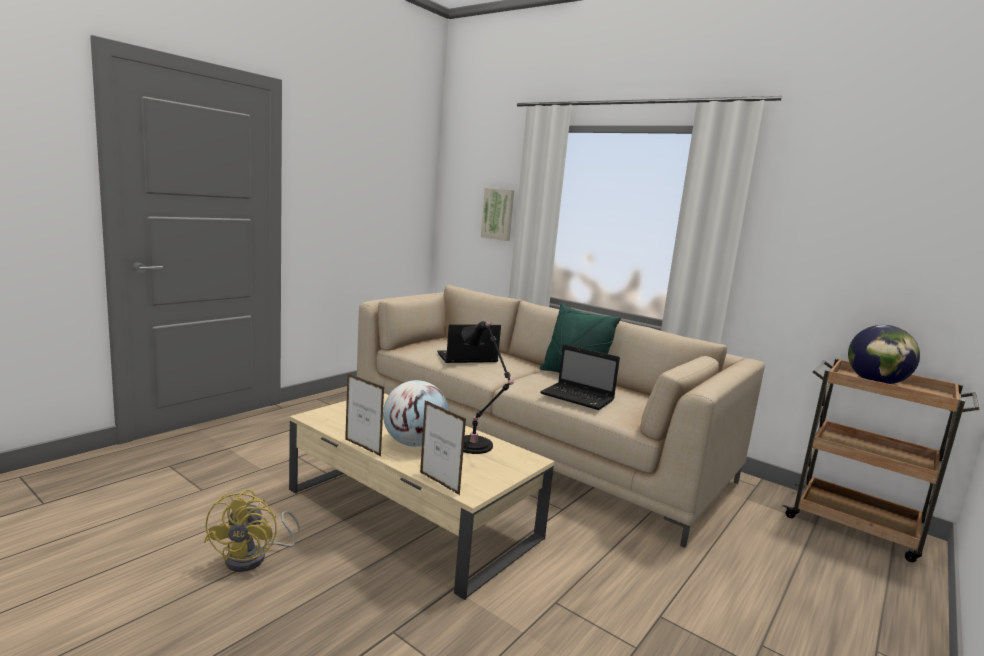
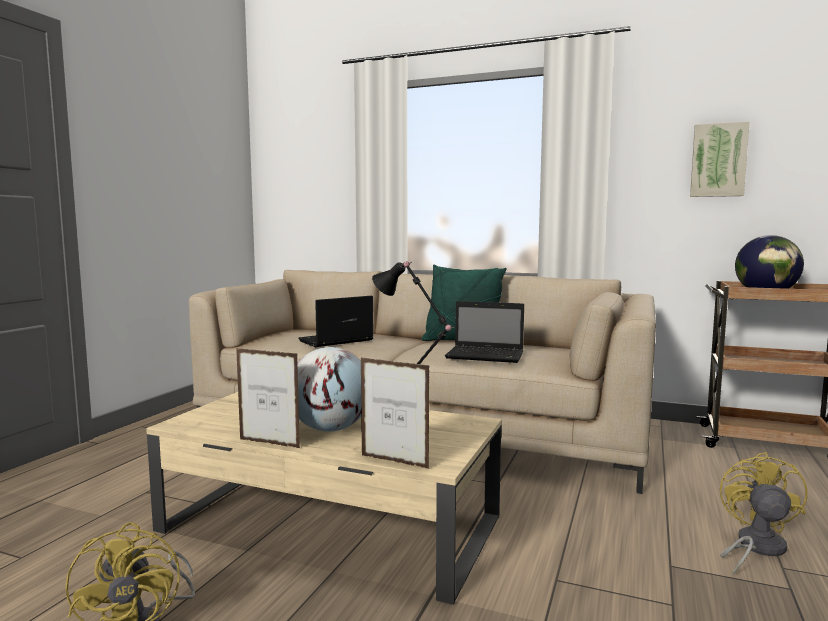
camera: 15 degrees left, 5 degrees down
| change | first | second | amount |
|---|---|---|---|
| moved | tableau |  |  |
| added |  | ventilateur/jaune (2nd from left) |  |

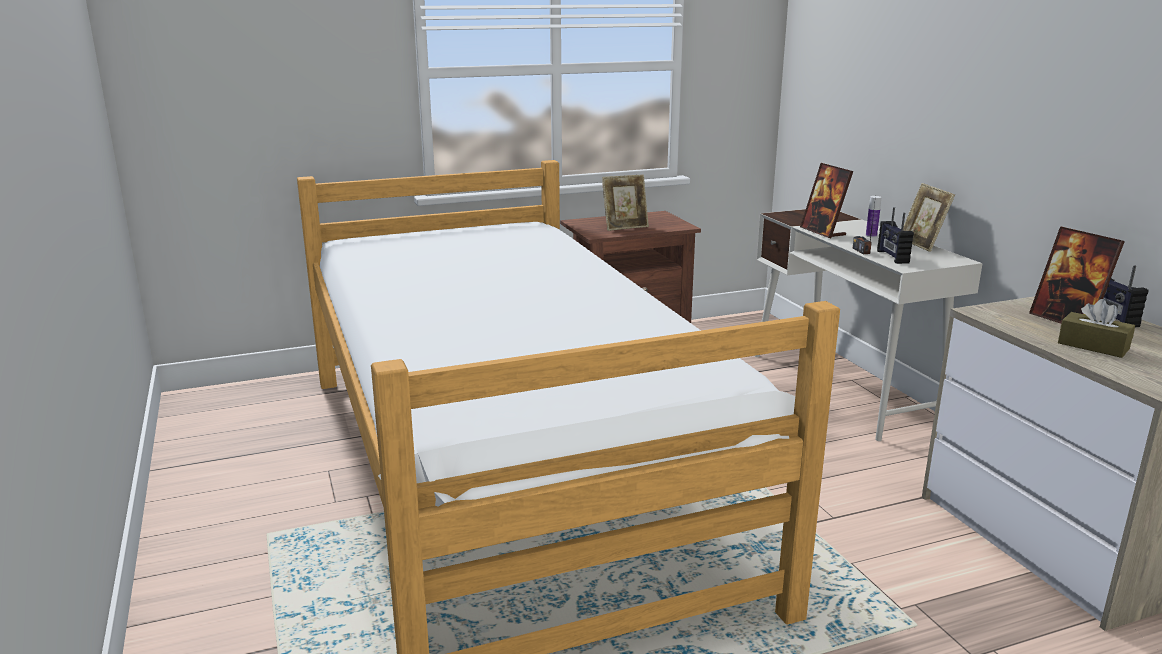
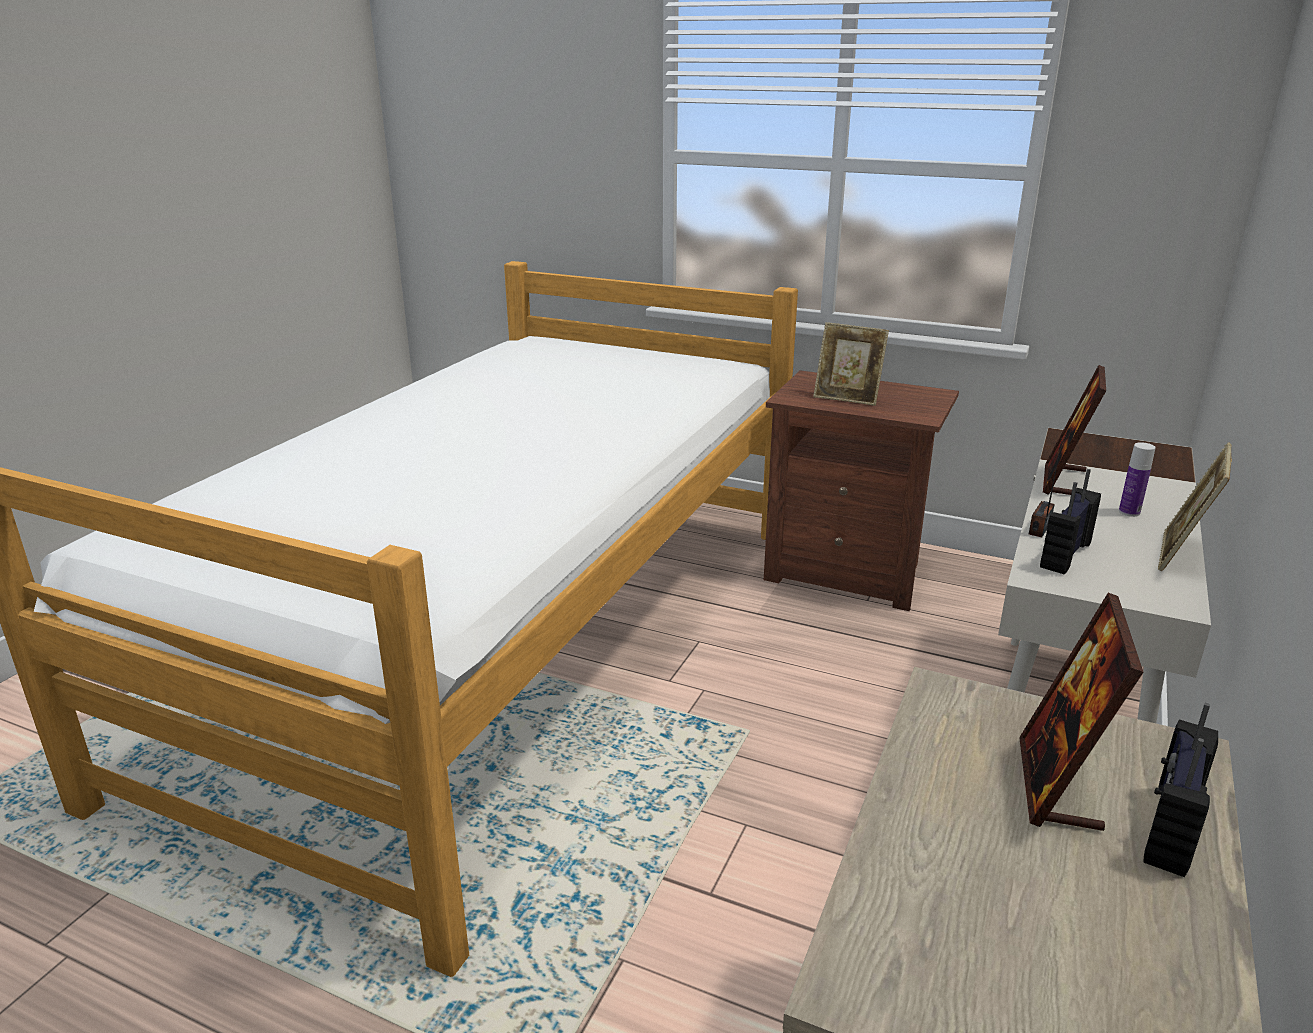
camera: 45 degrees right, 5 degrees up
| change | first | second | amount |
|---|---|---|---|
| removed | boîte à mouchoirs/marron |  |  |

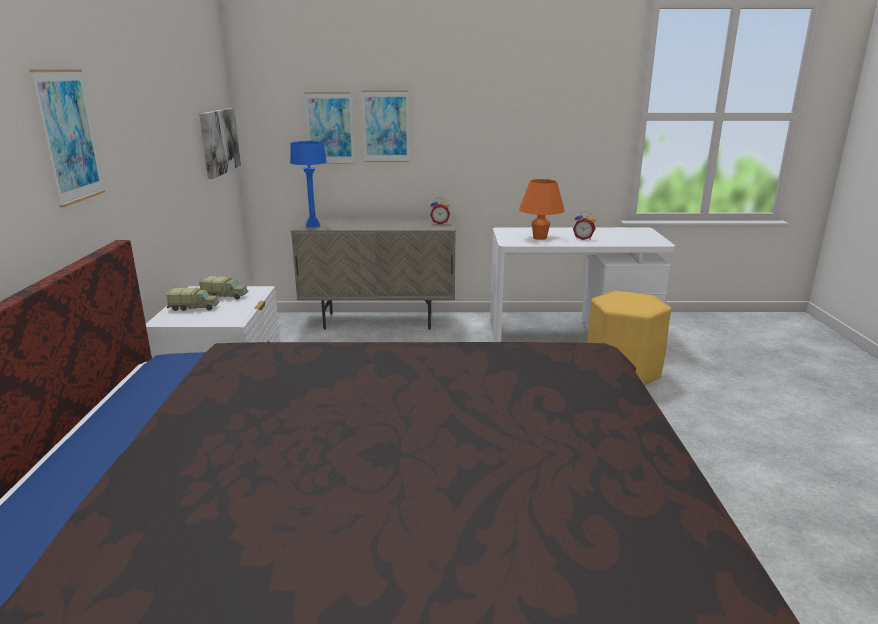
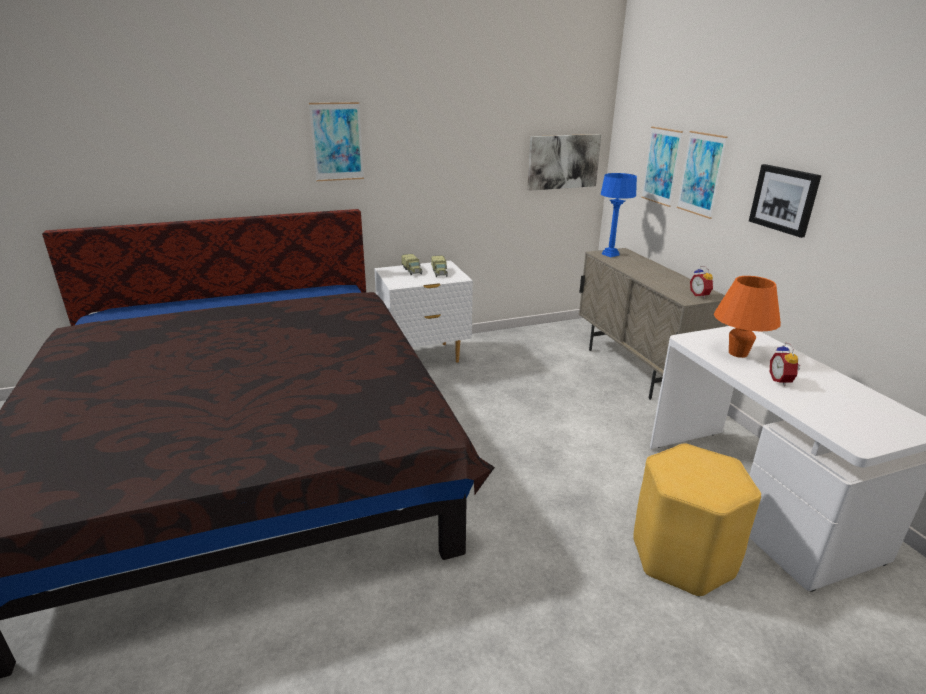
camera: 70 degrees right, 5 degrees up
| change | first | second | amount |
|---|---|---|---|
| added |  | tableau (5th from left) |  |

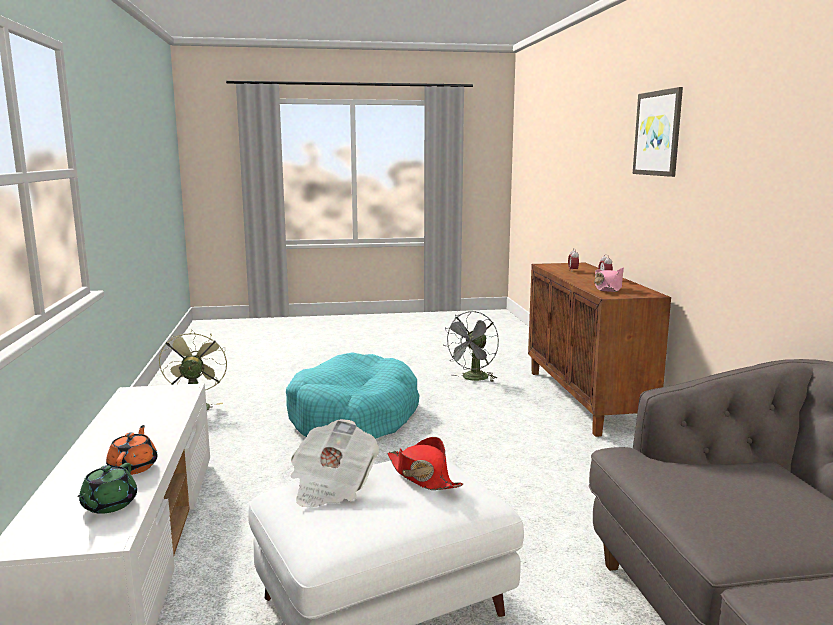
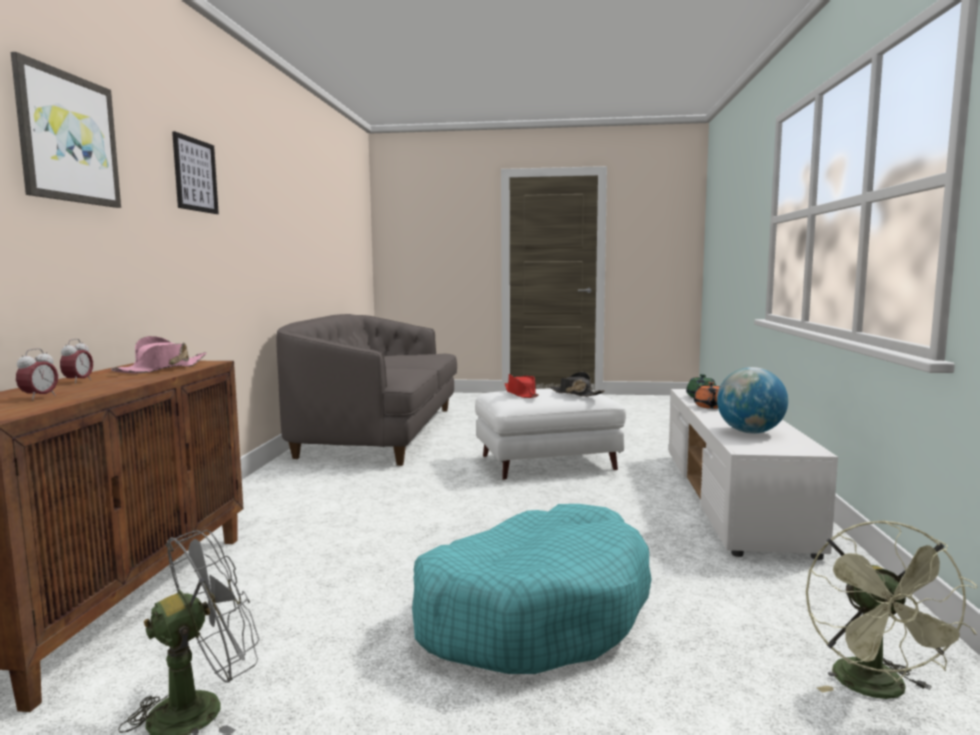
camera: 165 degrees left, 5 degrees down
| change | first | second | amount |
|---|---|---|---|
| replaced | journal | chapeau/noir |  |
| added |  | tableau (2nd from left) |  |
| added |  | globe |  |

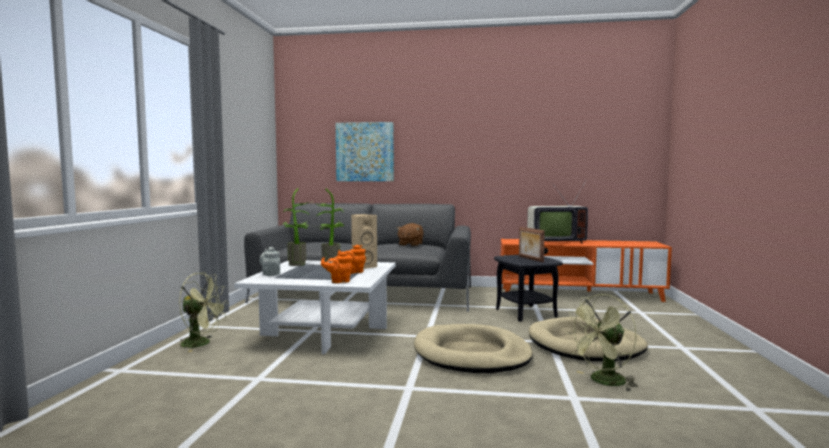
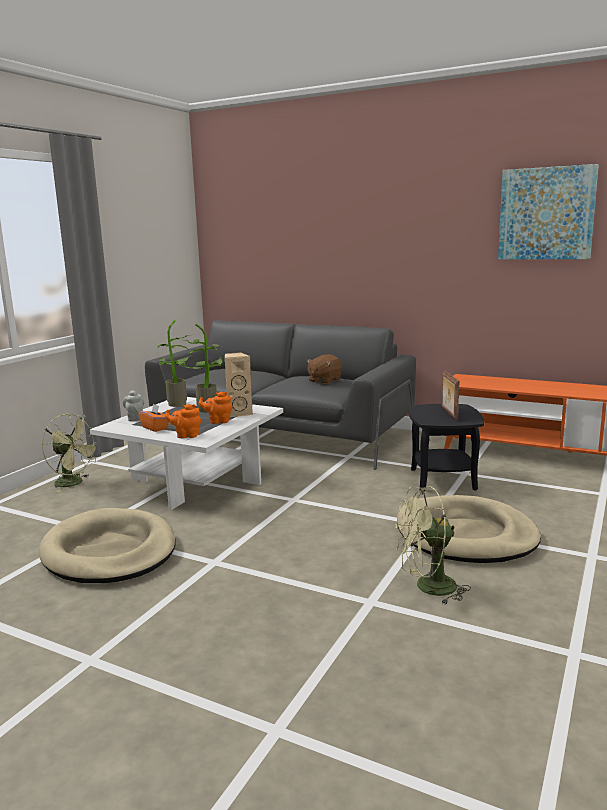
camera: 20 degrees right, 10 degrees up
| change | first | second | amount |
|---|---|---|---|
| moved | tableau |  |  |
| removed | téléviseur |  |  |
| moved | panier pour chien/beige (1st from left) |  |  |
| added |  | boîte à mouchoirs/orange |  |

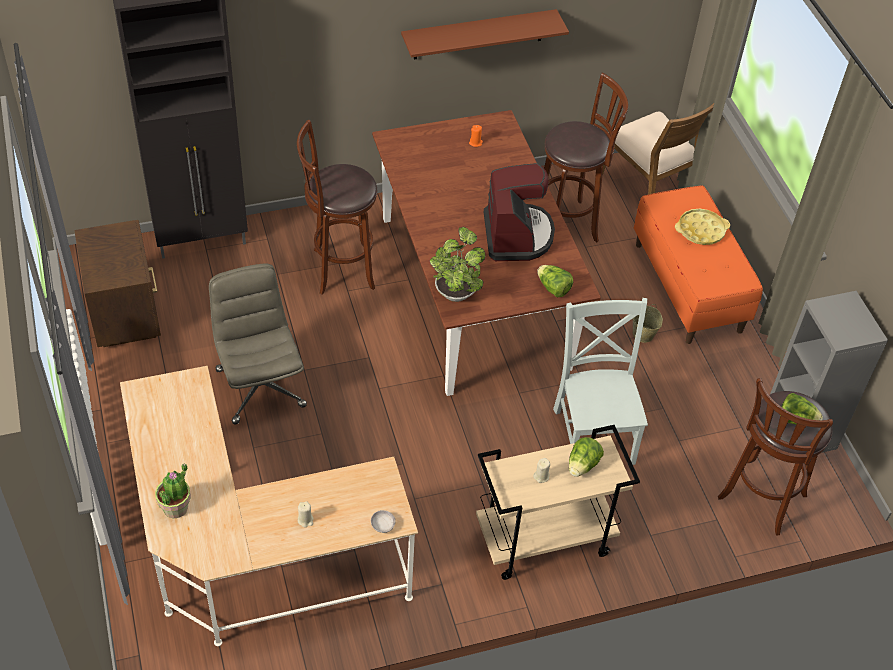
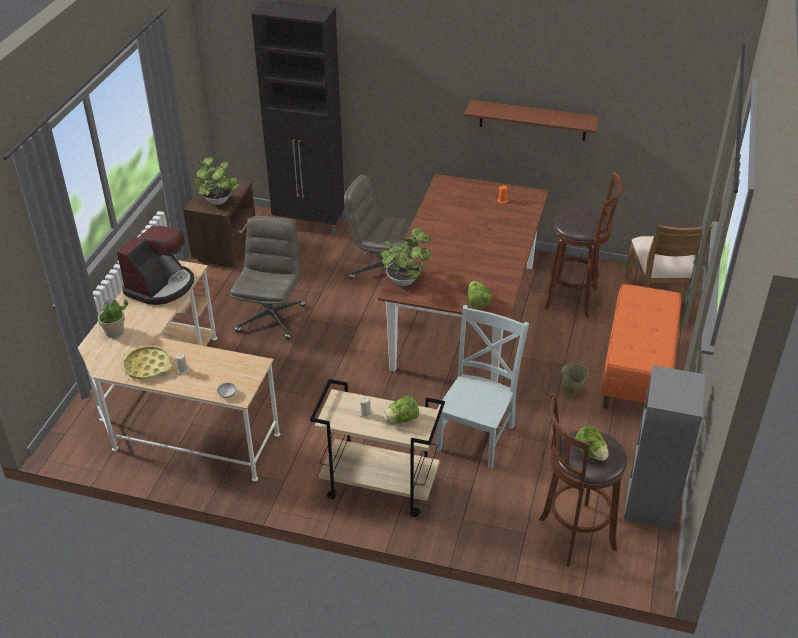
camera: 35 degrees right, 10 degrees down
| change | first | second | amount |
|---|---|---|---|
| replaced | tabouret/marron (1st from left) | chaise de bureau/gris (2nd from left) |  |
| moved | machine à café |  |  |
| moved | plateau/jaune |  |  |
| added |  | plante en pot (2nd from left) |  |

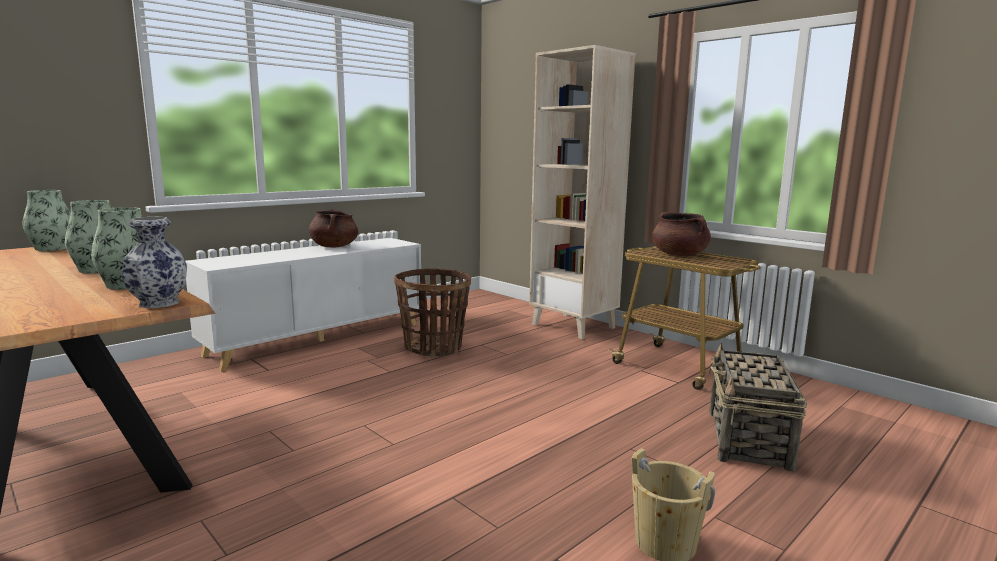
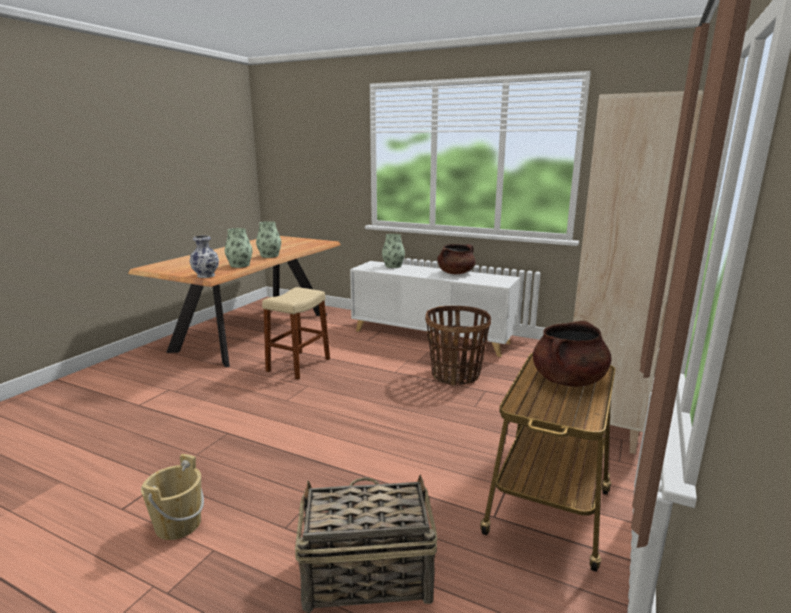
camera: 70 degrees right, 5 degrees up
| change | first | second | amount |
|---|---|---|---|
| moved | vase (1st from left in the first image) | vase (4th from left) |  |
| added |  | tabouret/beige |  |

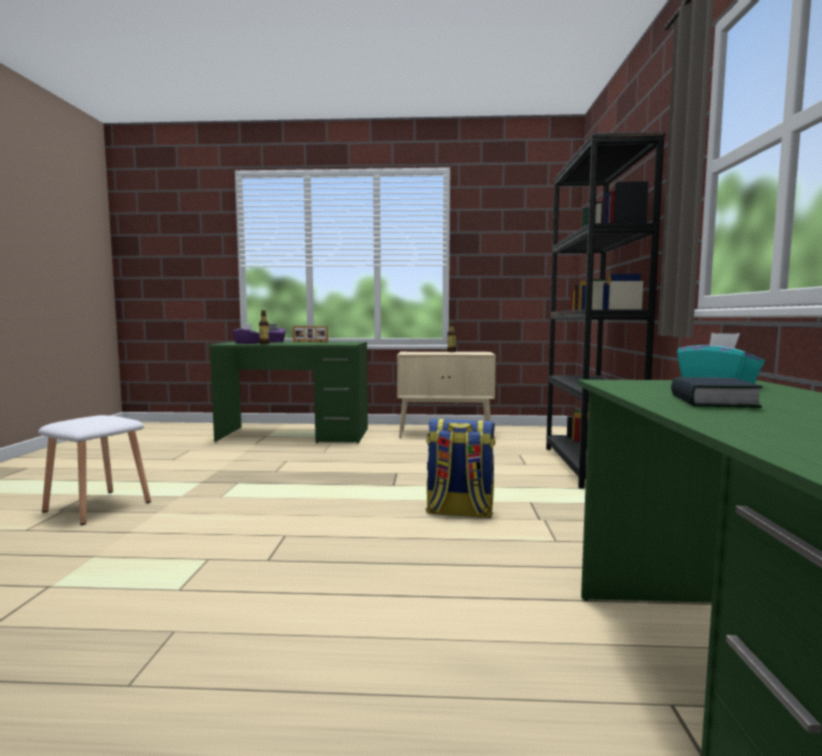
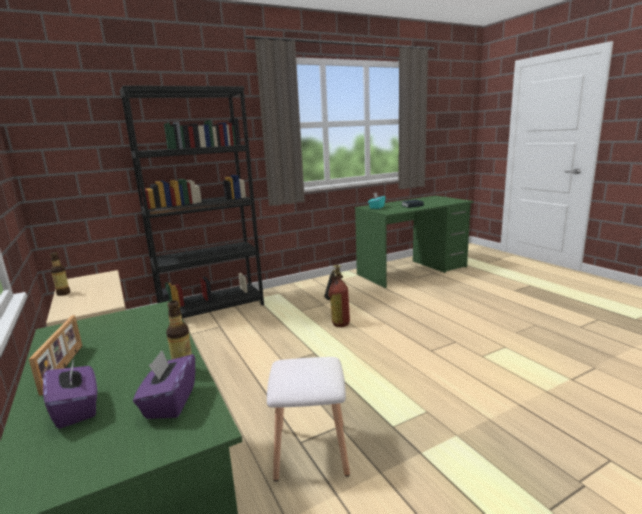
camera: 120 degrees left, 10 degrees up
| change | first | second | amount |
|---|---|---|---|
| moved | tabouret/blanc |  |  |
| replaced | sac à dos | extincteur |  |

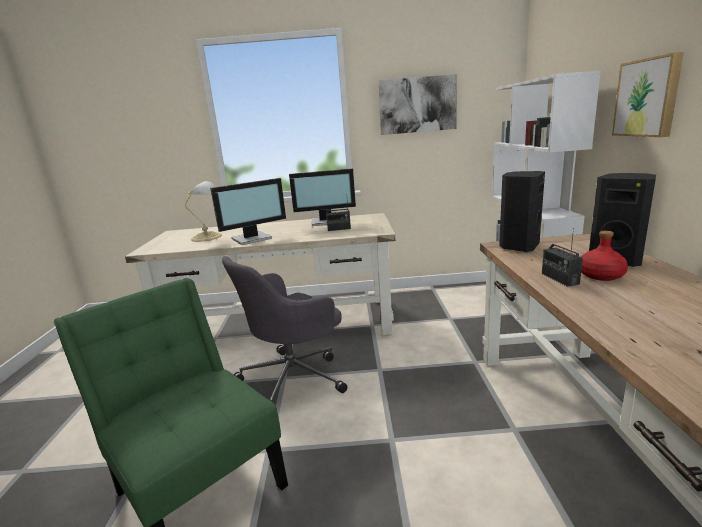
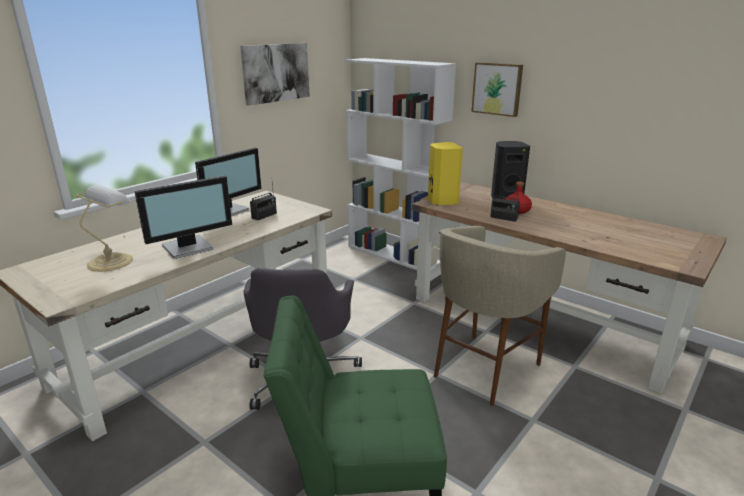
camera: 50 degrees left, 5 degrees up
| change | first | second | amount |
|---|---|---|---|
| recoloured | enceinte/noir (1st from left) | enceinte/jaune |  |
| turned | écran d'ordinateur (1st from left) |  | 45 degrees clockwise |
| added |  | tabouret/beige |  |

